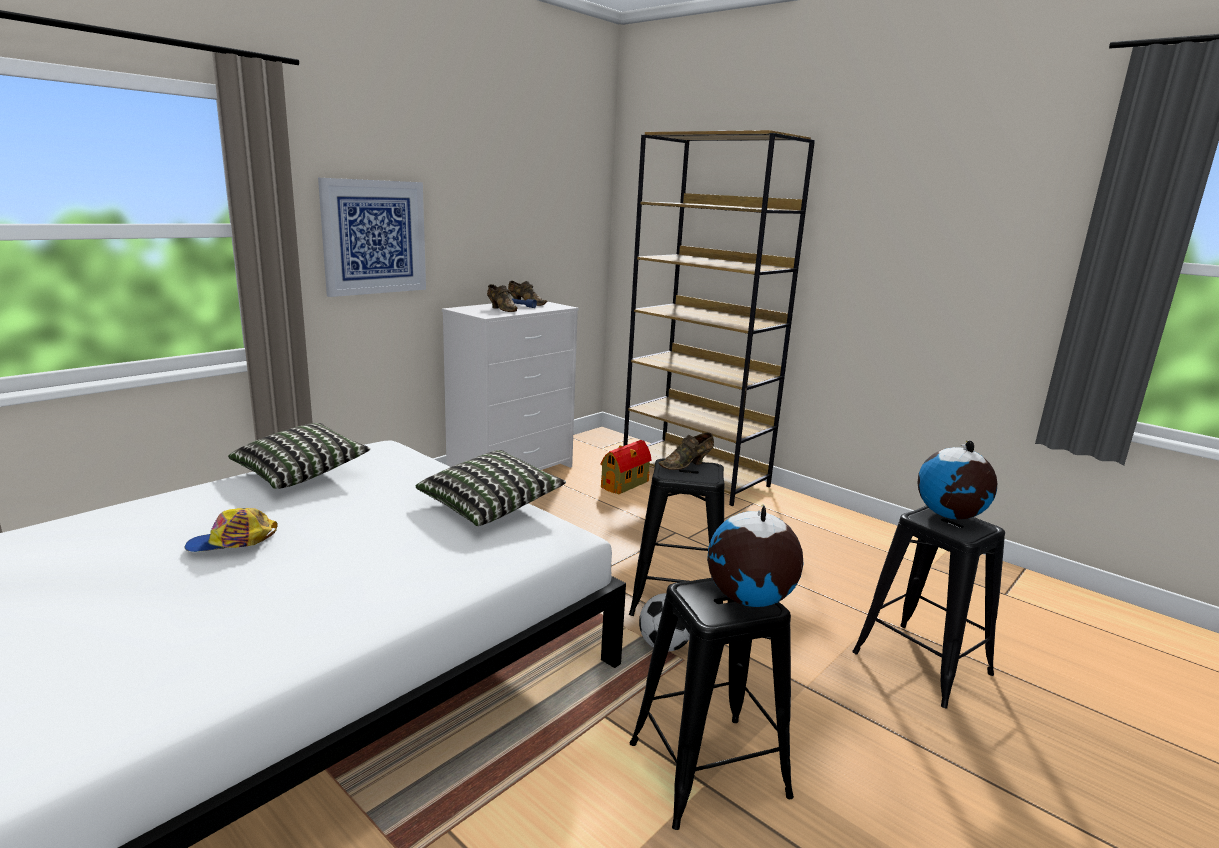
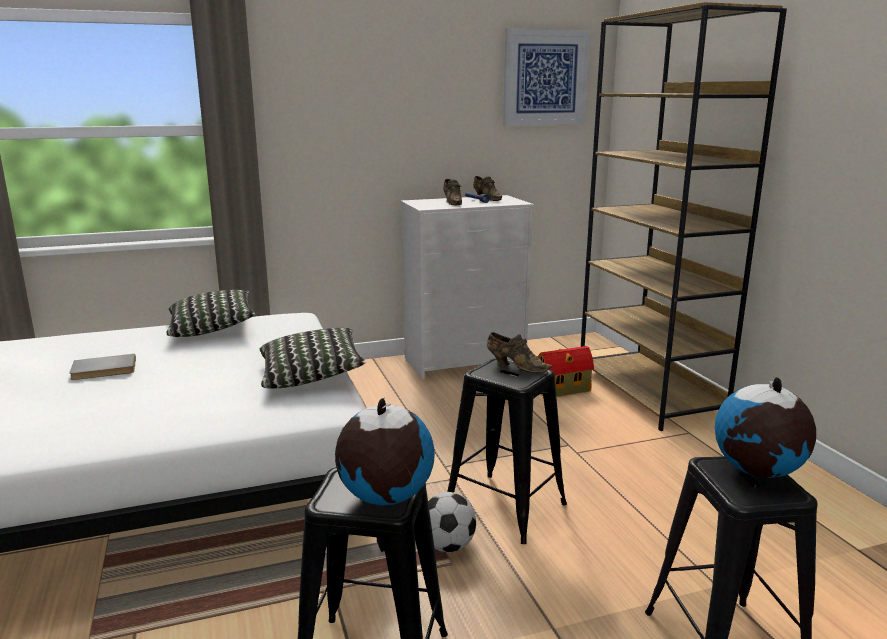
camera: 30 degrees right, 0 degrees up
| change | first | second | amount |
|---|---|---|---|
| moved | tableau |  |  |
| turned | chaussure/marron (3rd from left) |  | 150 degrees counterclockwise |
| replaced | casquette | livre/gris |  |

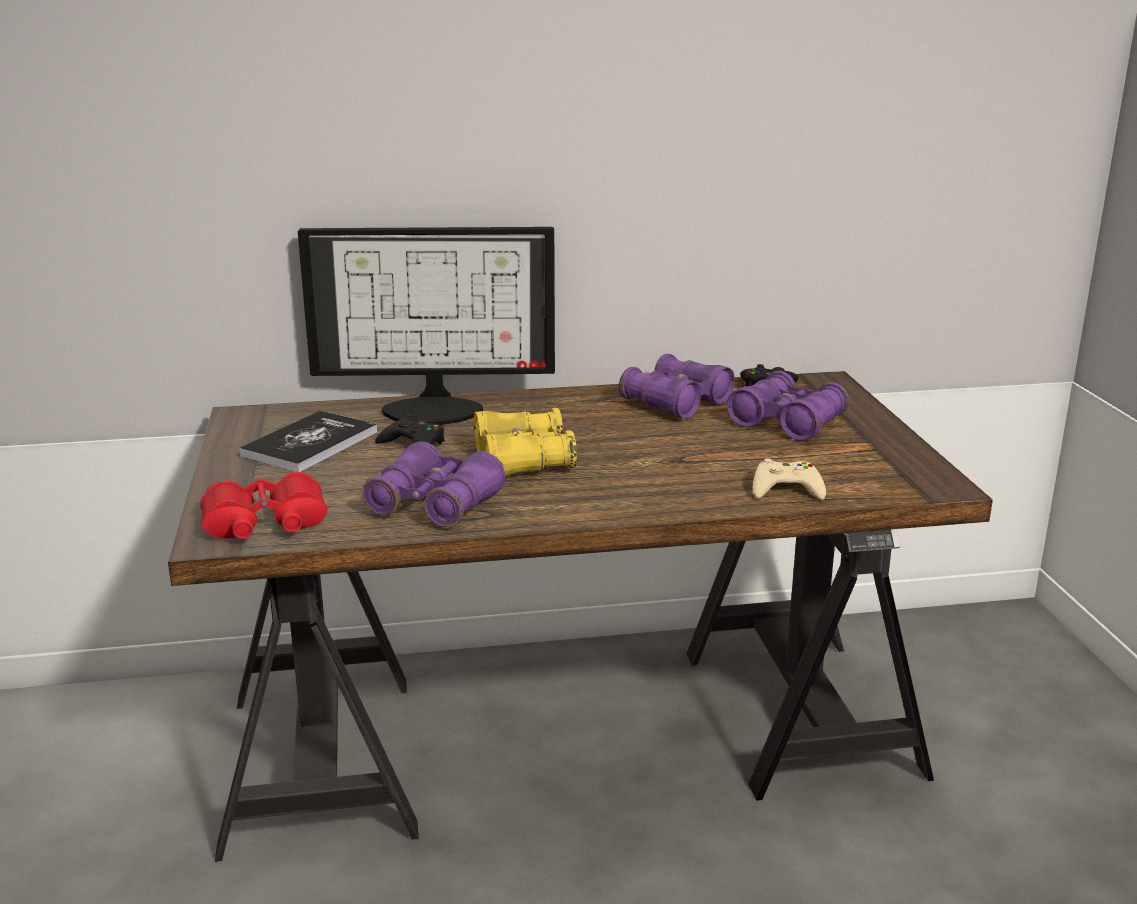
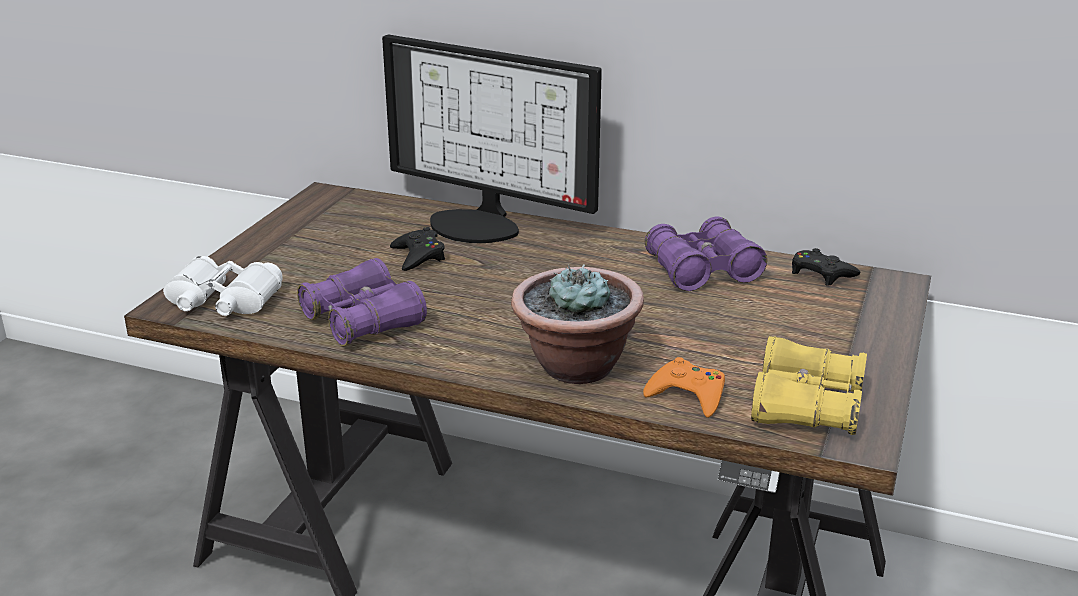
camera: 30 degrees right, 5 degrees up
| change | first | second | amount |
|---|---|---|---|
| removed | jumelles/violet (3rd from left) |  |  |
| moved | jumelles/jaune |  |  |
| removed | livre |  |  |
| recoloured | manette/beige | manette/orange |  |
| recoloured | jumelles/rouge | jumelles/blanc |  |
| added |  | plante en pot |  |

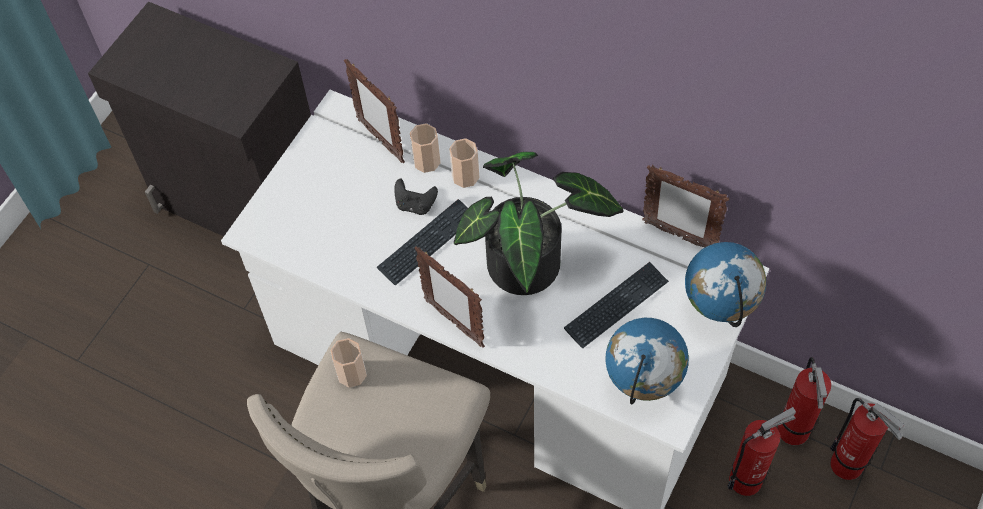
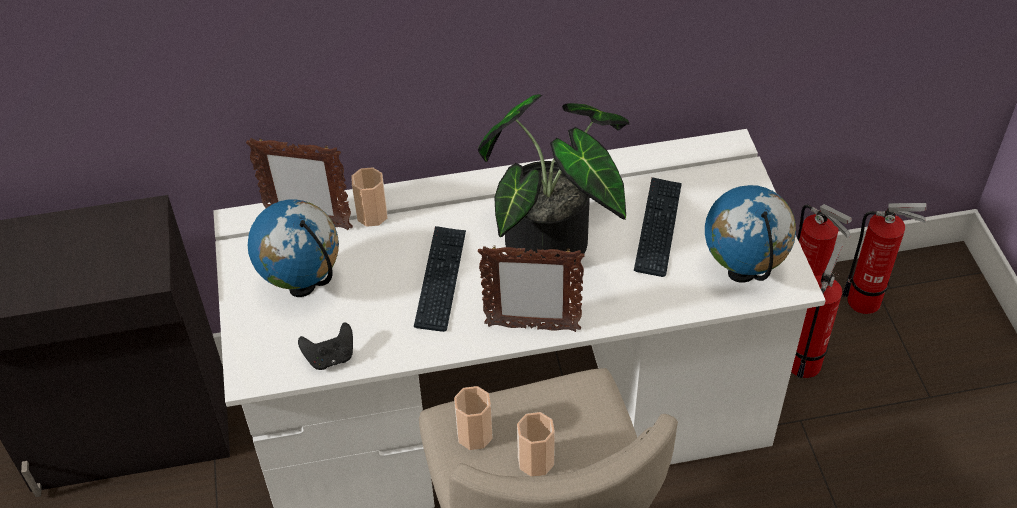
camera: 40 degrees left, 10 degrees down
| change | first | second | amount |
|---|---|---|---|
| moved | tasse (3rd from left) |  |  |
| removed | cadre photo (3rd from left) |  |  |
| moved | manette/noir |  |  |
| moved | globe (2nd from left in the first image) | globe (1st from left) |  |

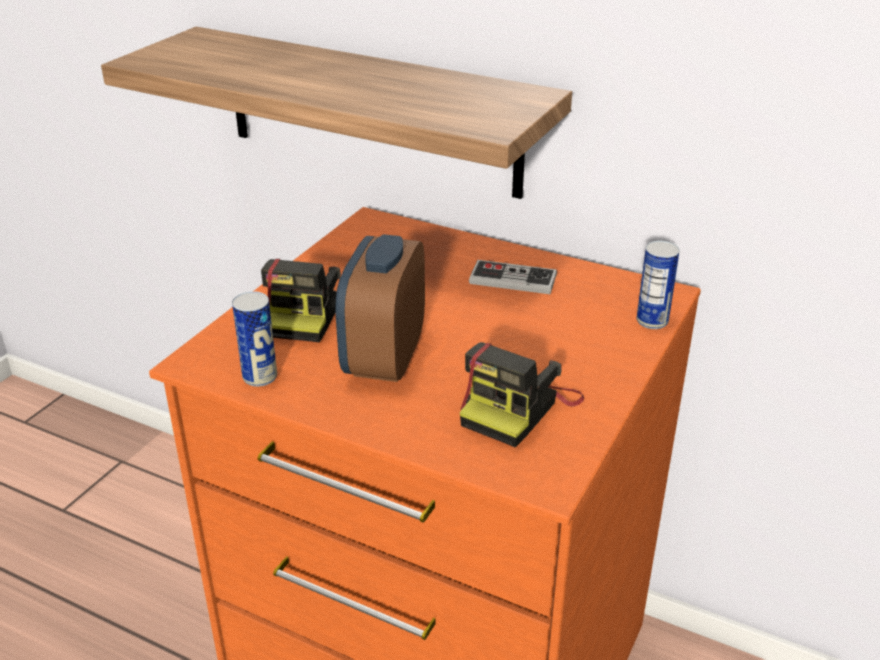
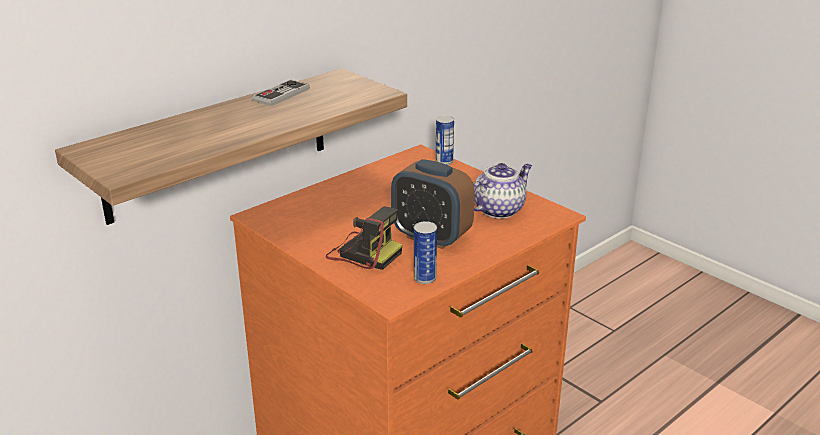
camera: 70 degrees left, 5 degrees down
| change | first | second | amount |
|---|---|---|---|
| moved | manette |  |  |
| replaced | appareil photo (2nd from left) | théière |  |

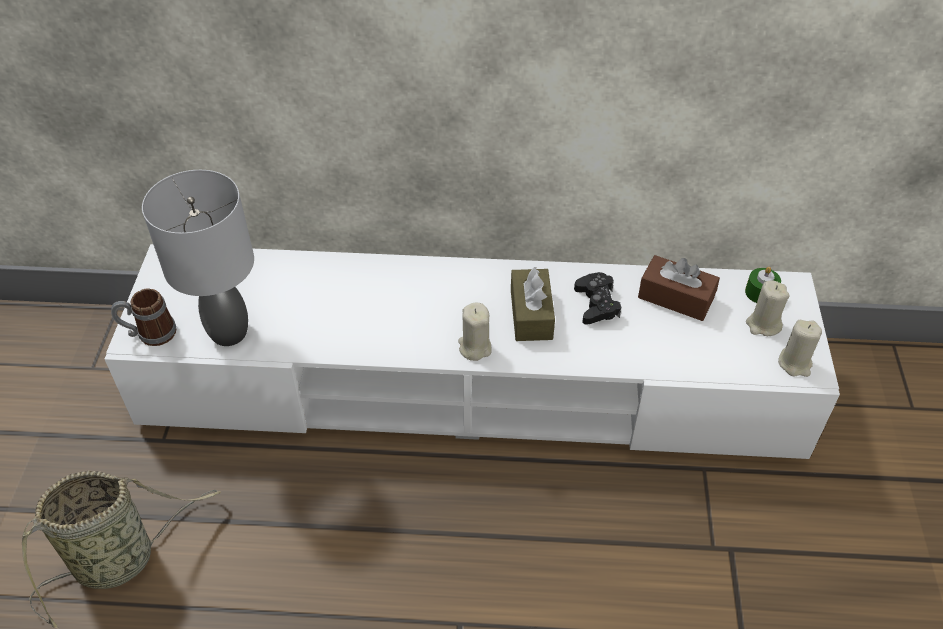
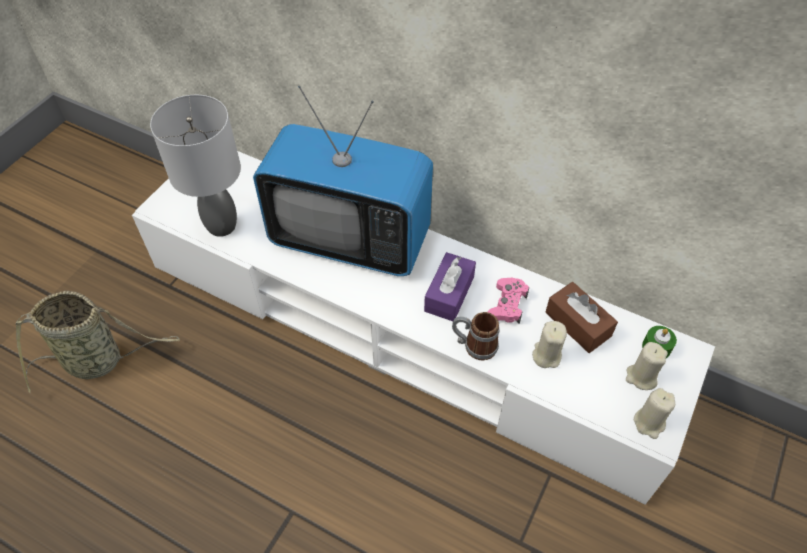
camera: 25 degrees right, 5 degrees up
| change | first | second | amount |
|---|---|---|---|
| recoloured | boîte à mouchoirs/marron (1st from left) | boîte à mouchoirs/violet |  |
| recoloured | manette/noir | manette/rose |  |
| moved | mug |  |  |
| moved | bougie/beige (1st from left) |  |  |
| added |  | téléviseur |  |

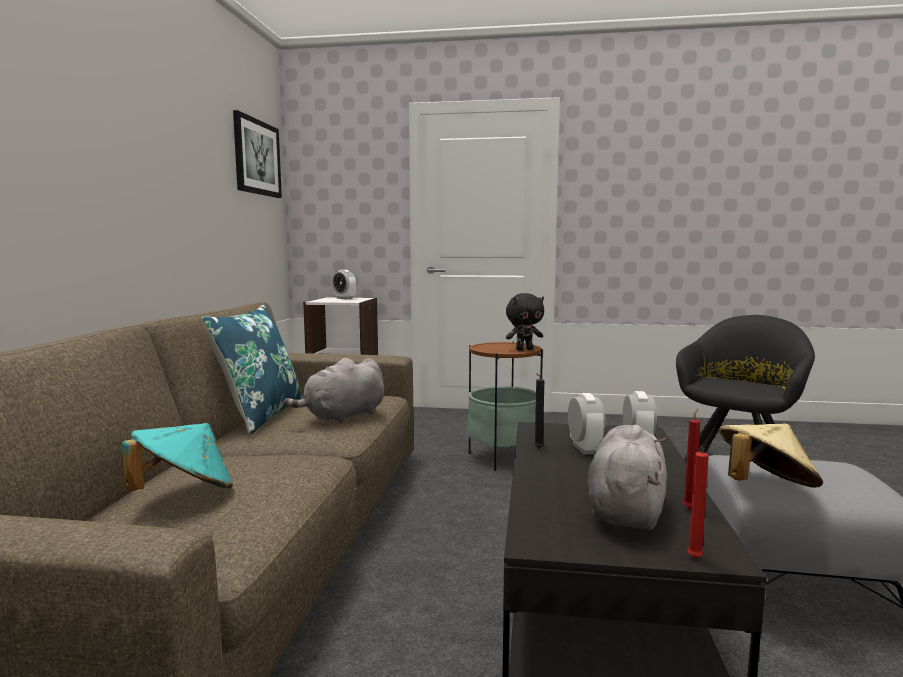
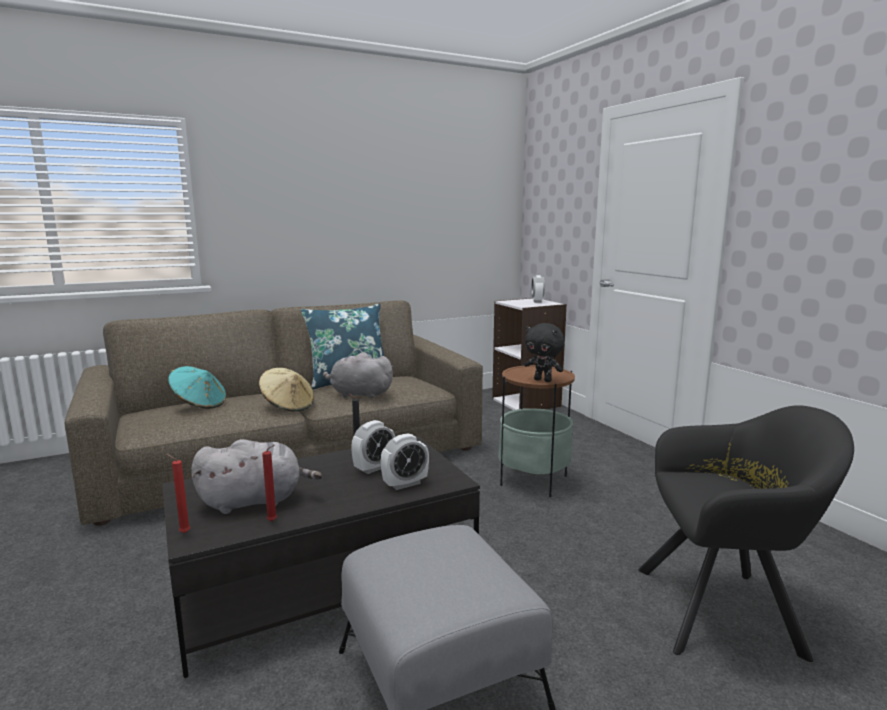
camera: 55 degrees right, 5 degrees up
| change | first | second | amount |
|---|---|---|---|
| removed | tableau |  |  |
| moved | chapeau/beige |  |  |

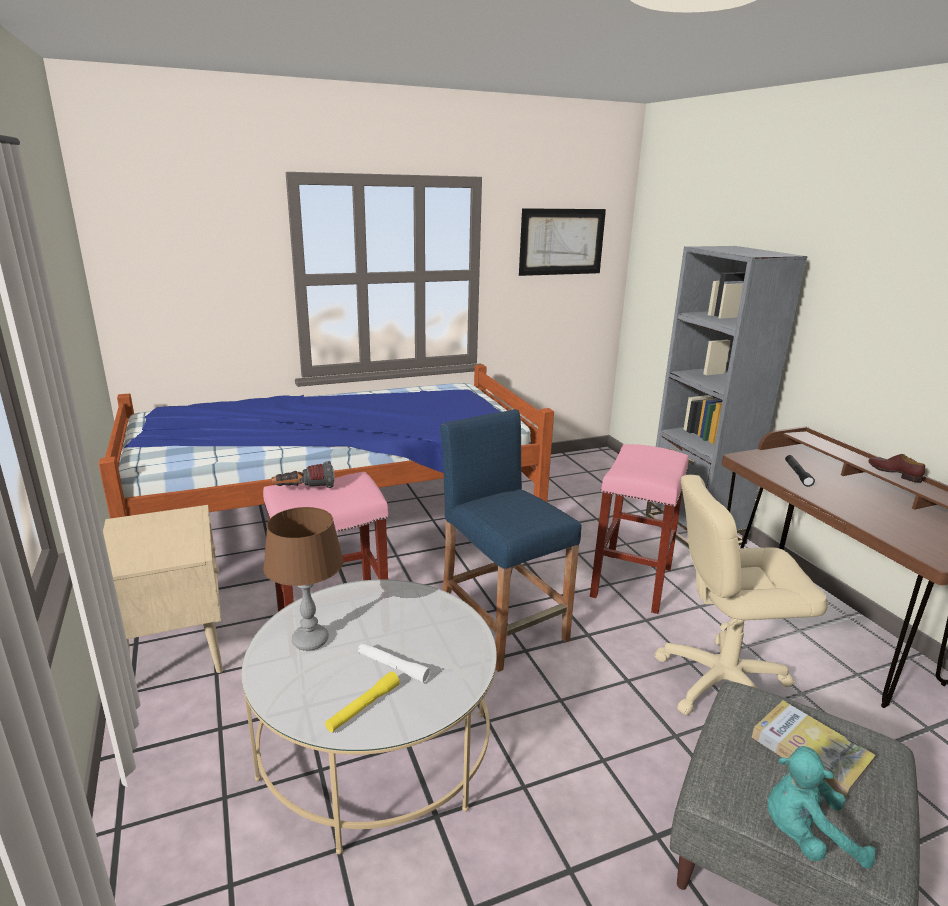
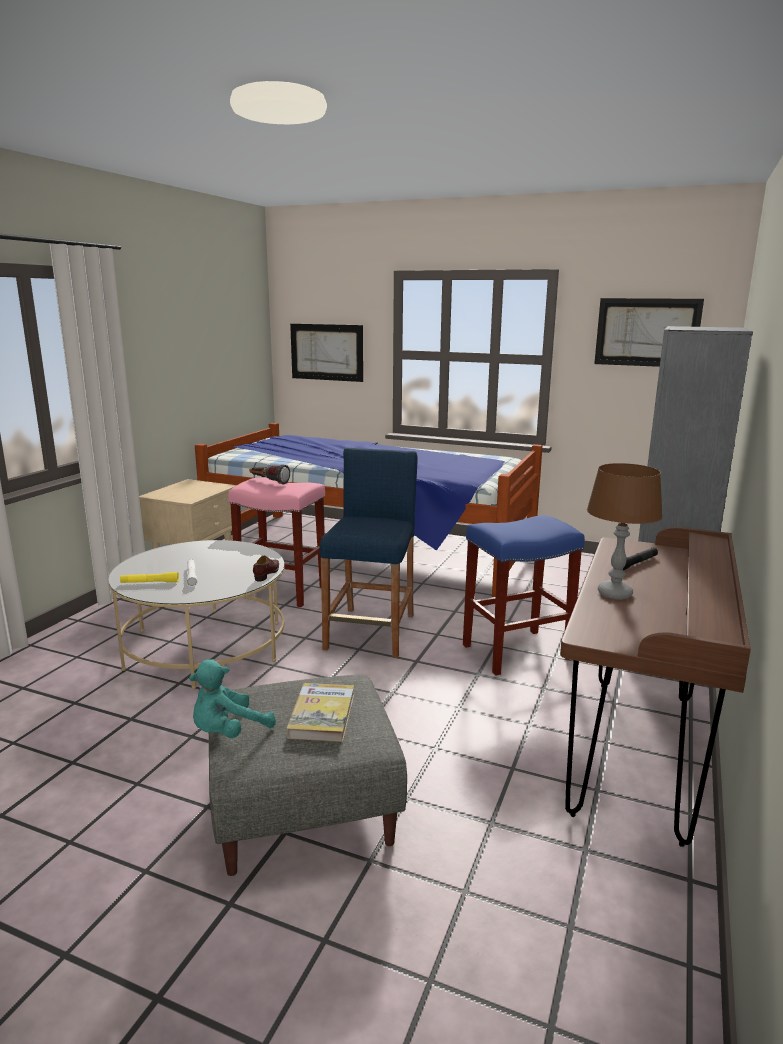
camera: 45 degrees right, 5 degrees down
| change | first | second | amount |
|---|---|---|---|
| recoloured | tabouret/rose (2nd from left) | tabouret/bleu (2nd from left) |  |
| moved | chaussure/marron |  |  |
| removed | chaise de bureau/beige |  |  |
| moved | lampe de table/marron |  |  |
| turned | peluche/turquoise |  | 90 degrees counterclockwise |
| added |  | tableau (1st from left) |  |

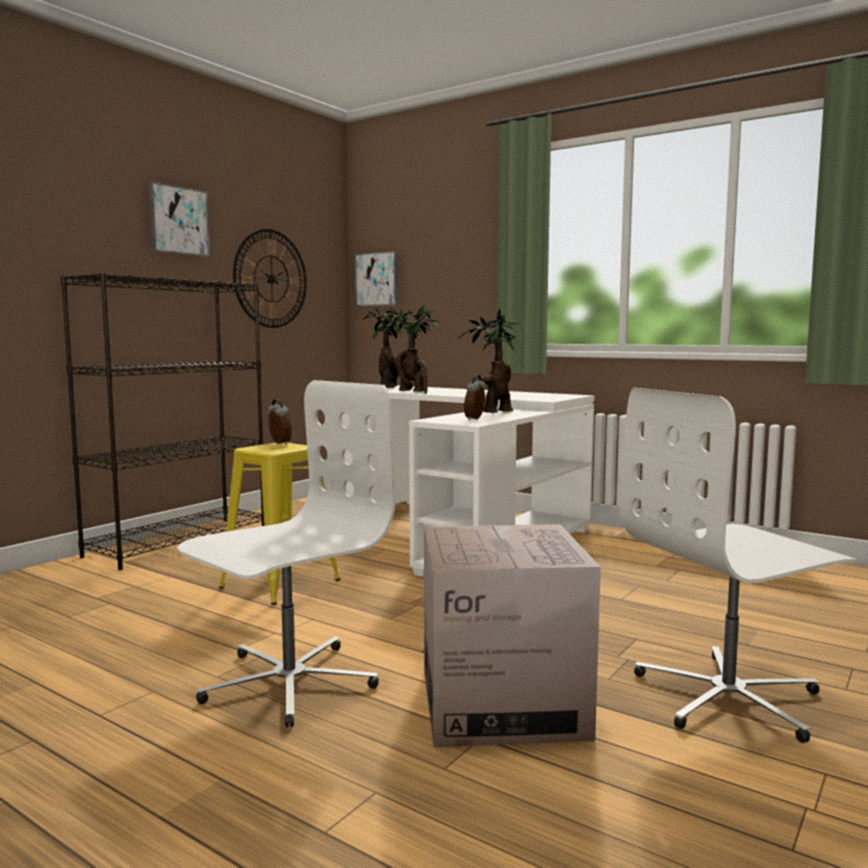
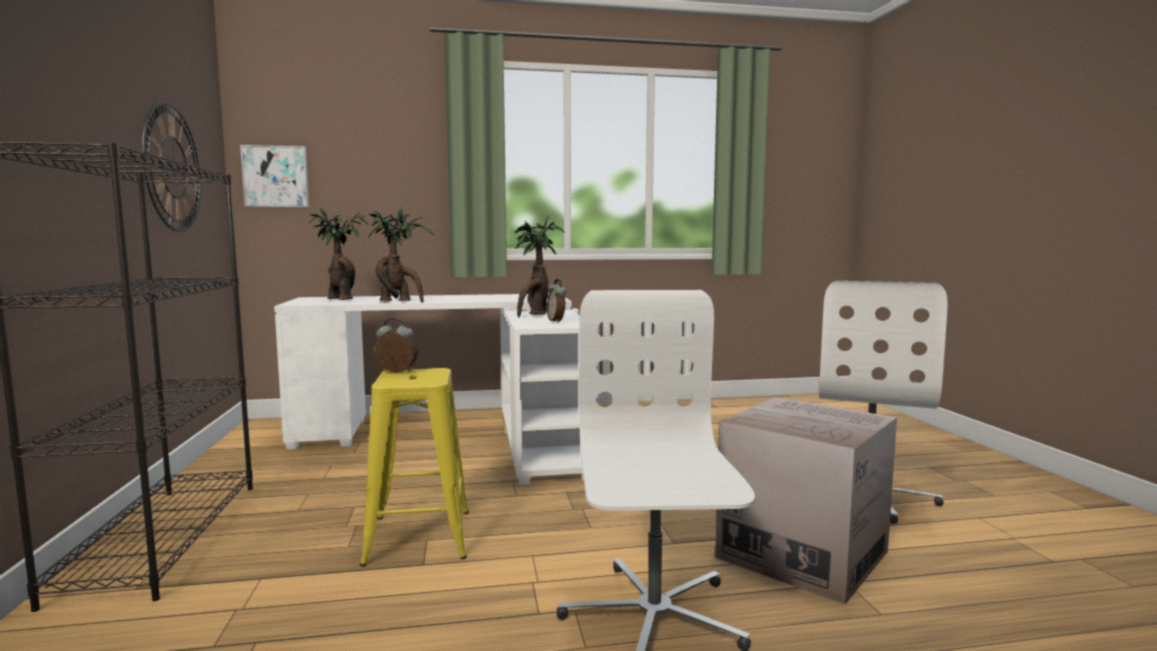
camera: 45 degrees left, 0 degrees up
| change | first | second | amount |
|---|---|---|---|
| removed | tableau (1st from left) |  |  |

